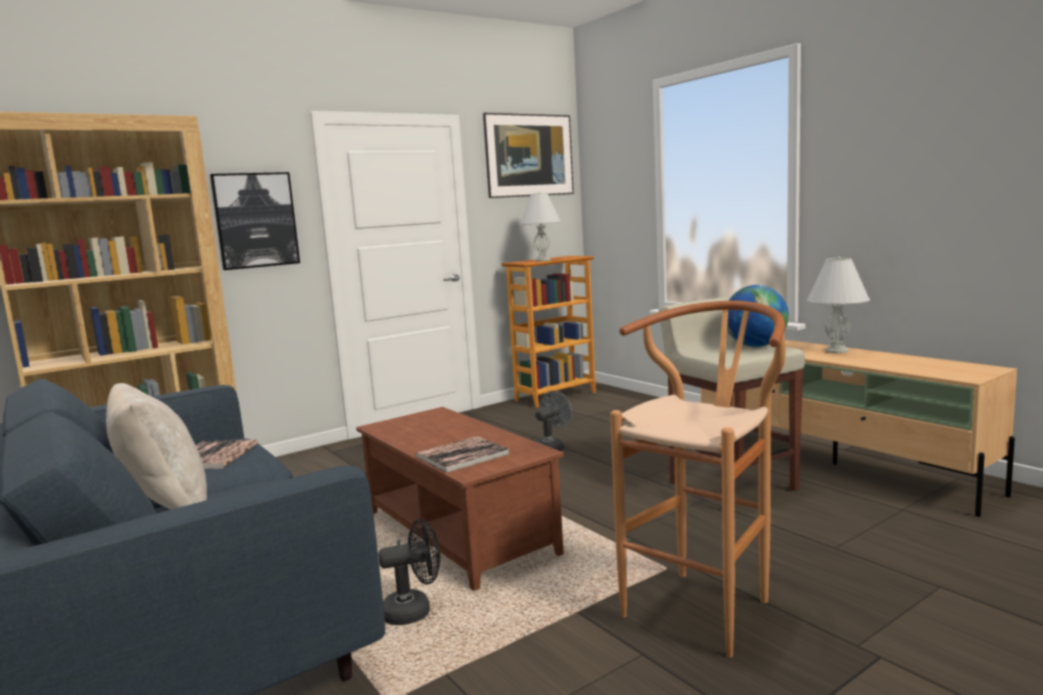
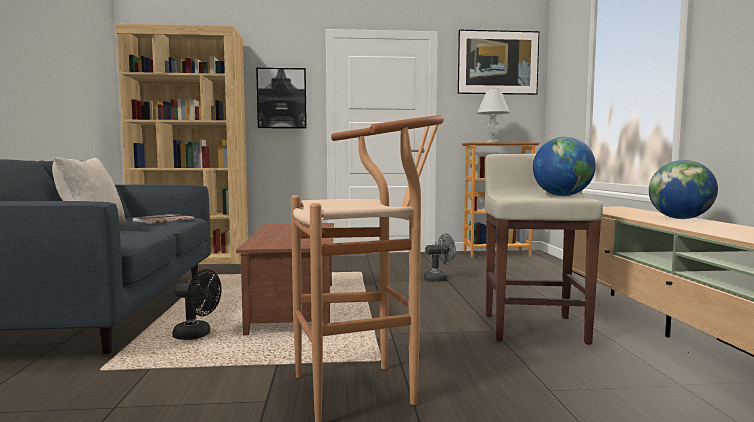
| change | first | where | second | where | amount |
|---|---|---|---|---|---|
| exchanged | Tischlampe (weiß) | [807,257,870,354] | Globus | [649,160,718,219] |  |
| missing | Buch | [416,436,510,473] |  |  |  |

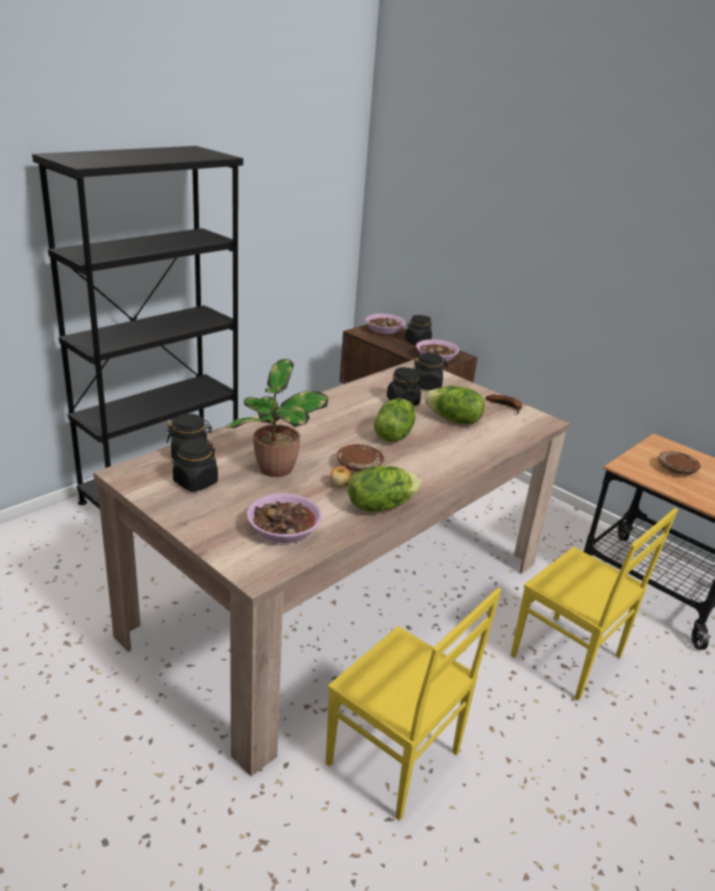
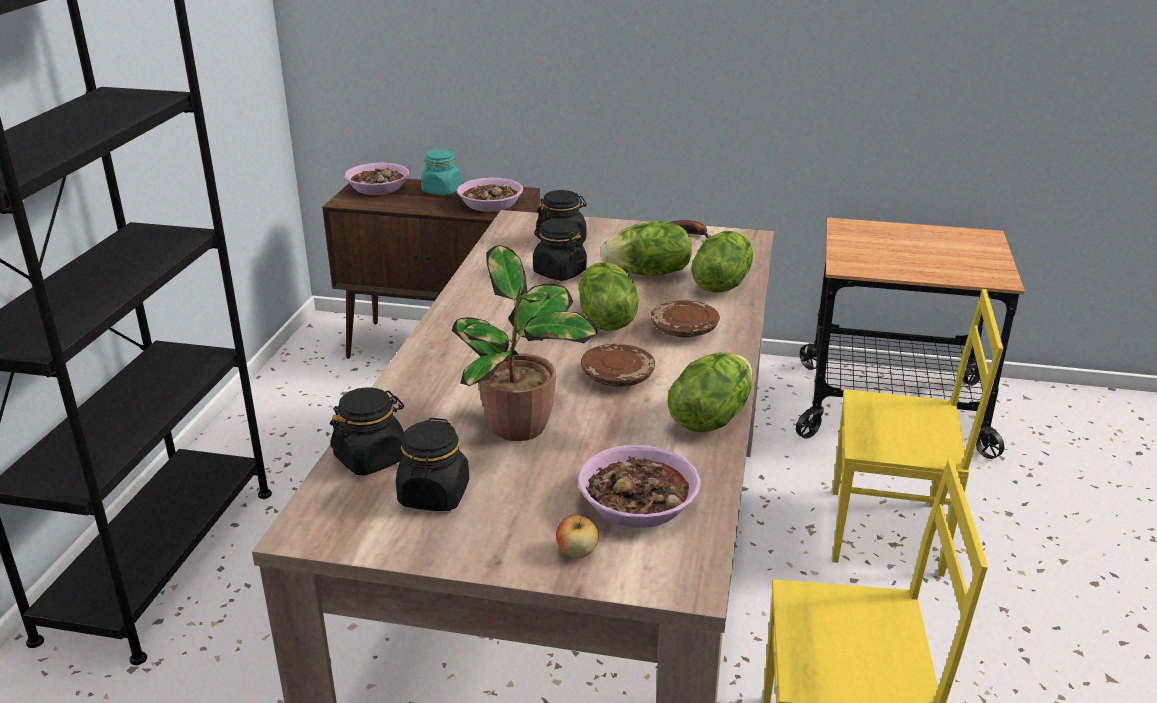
| change | first | where | second | where | amount |
|---|---|---|---|---|---|
| colour | Vorratsglas (schwarz) | [405,315,432,345] | Vorratsglas (türkis) | [421,149,462,195] |  |
| relocated | Apfel | [330,465,352,488] |  | [556,514,599,558] |  |
| relocated | Teller (braun) | [658,451,701,474] |  | [651,300,720,338] |  |
| appeared |  |  | Salatkopf | [691,231,753,293] |  |

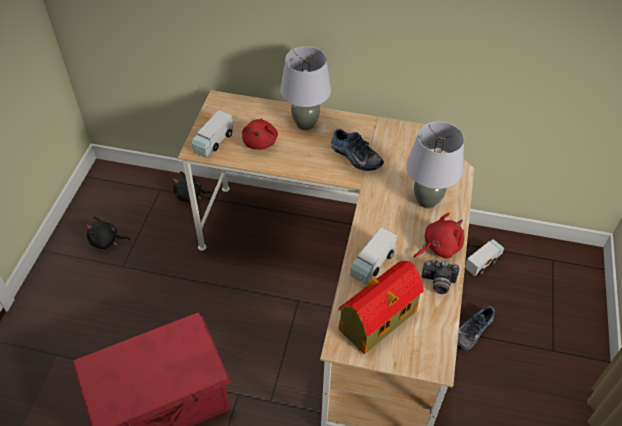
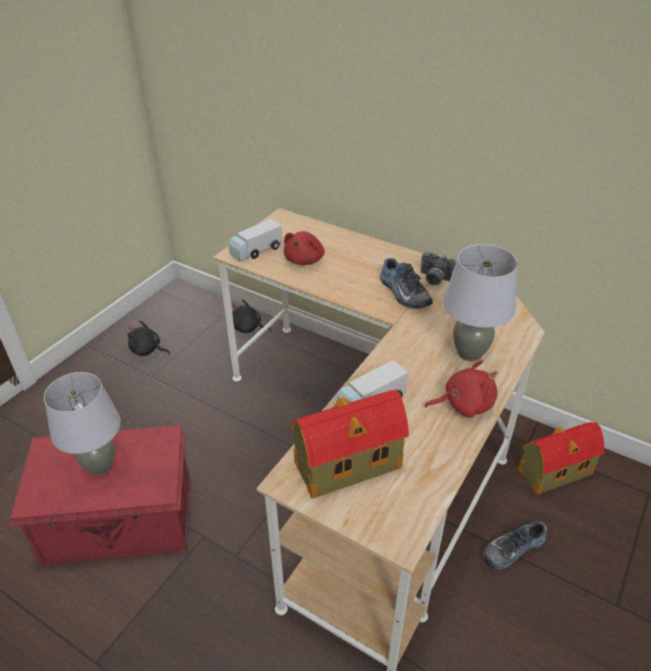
| change | first | where | second | where | amount |
|---|---|---|---|---|---|
| relocated | Tischlampe (grau) | [280,46,331,130] |  | [44,372,121,476] |  |
| relocated | Kamera | [422,260,459,294] |  | [421,252,456,285] |  |
| exchanged | Spielzeuglaster | [465,239,504,276] | Spielzeughaus | [518,422,604,495] |  |

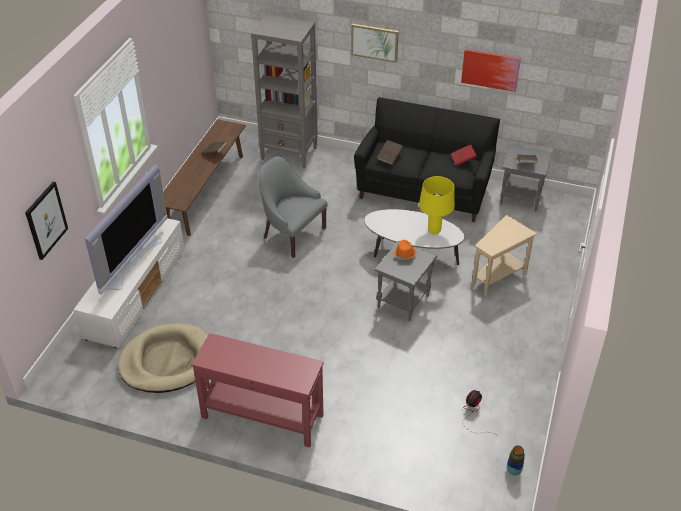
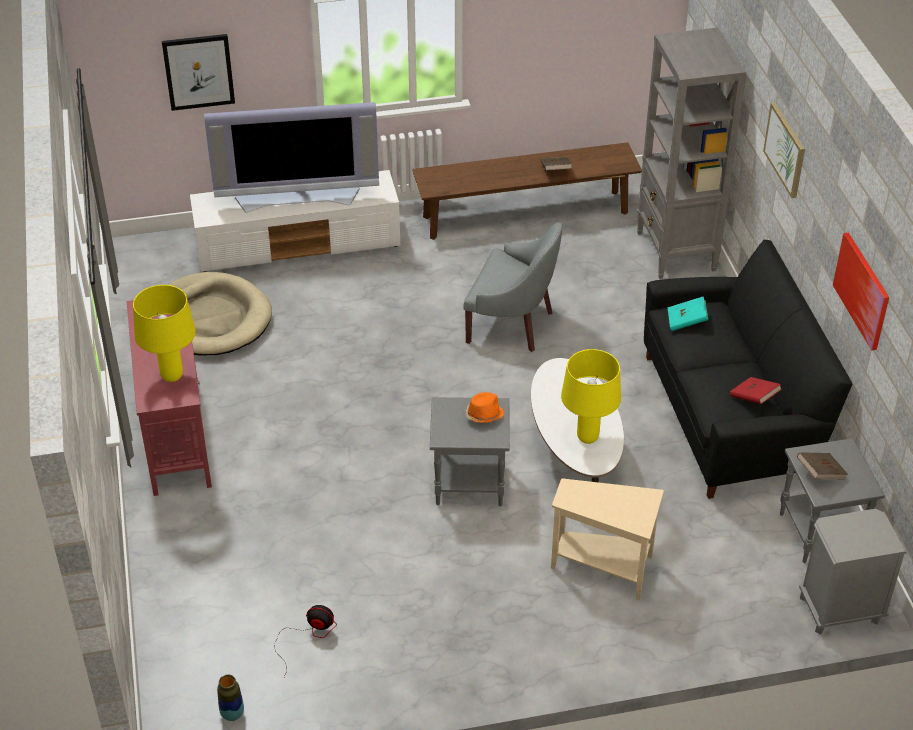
| change | first | where | second | where | amount |
|---|---|---|---|---|---|
| appeared |  |  | Tischlampe (gelb) | [133,285,196,382] |  |
| spun | Sessel (grau) | [258,156,327,258] |  | [463,222,562,352] | 105 degrees clockwise |
| colour | Buch (braun) | [377,140,403,165] | Buch (türkis) | [668,296,708,331] |  |
| appeared |  |  | Nachttisch (grau) | [799,509,907,634] |  |

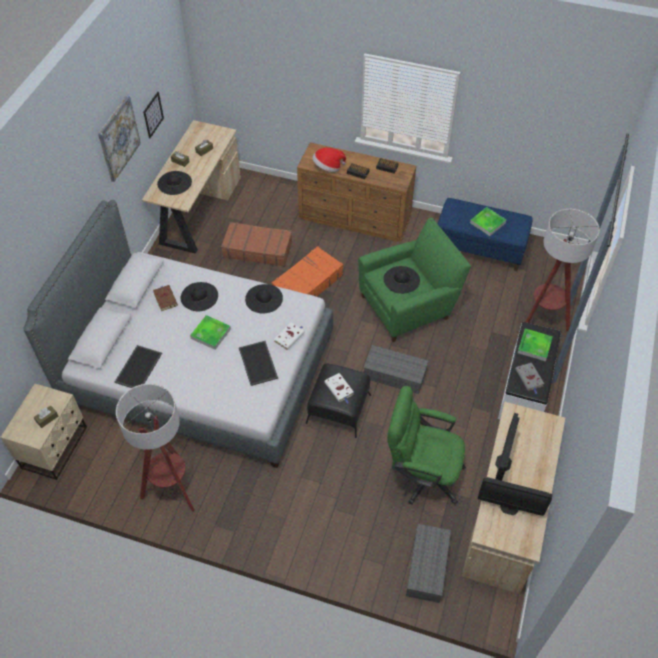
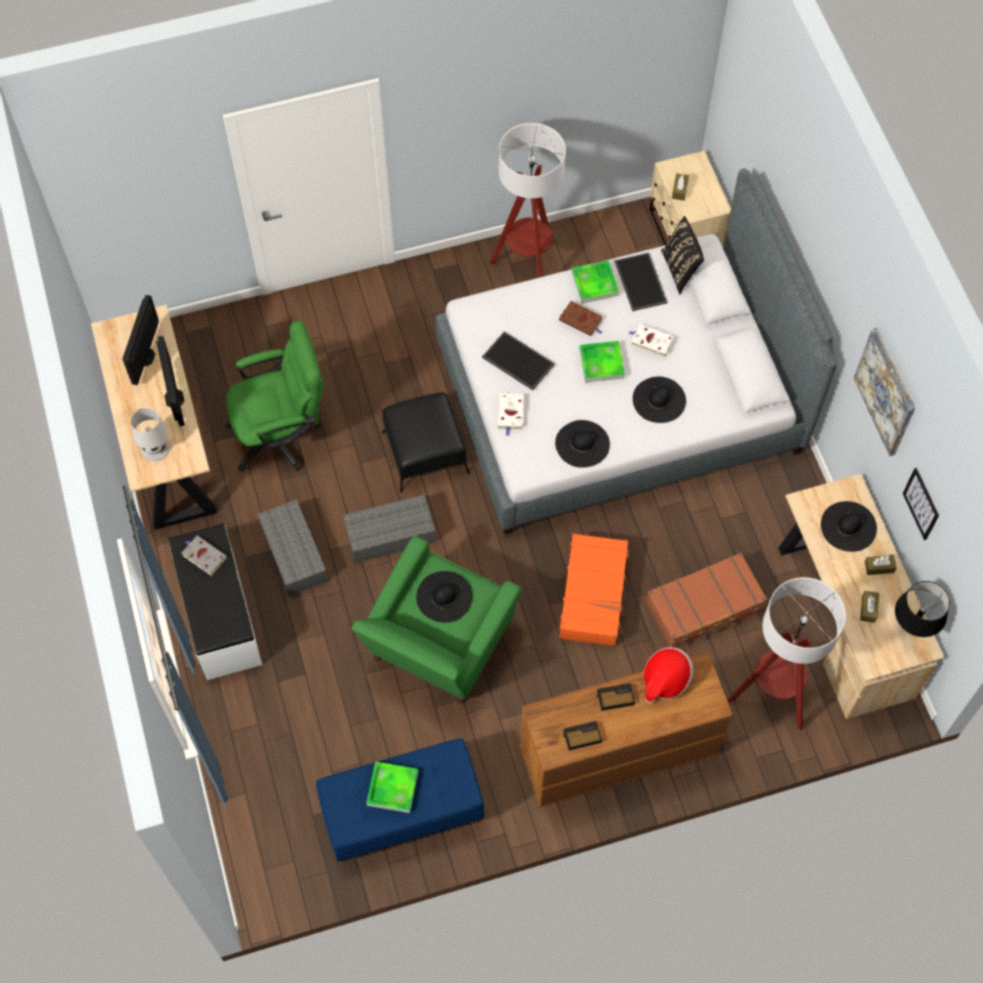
| change | first | where | second | where | amount |
|---|---|---|---|---|---|
| spun | Monitor | [478,477,552,516] |  | [122,295,159,385] | 120 degrees clockwise |
| appeared |  |  | Tischlampe (weiß) | [131,408,170,461] |  |
| relocated | Aufbewahrungsbox (grau) | [406,524,451,603] |  | [257,500,328,596] |  |
| relocated | Buch (braun) | [153,285,178,311] |  | [559,301,603,336] |  |
| relocated | Tablett | [517,328,553,361] |  | [571,260,619,304] |  |
| relocated | Buch (weiß) | [324,373,354,404] |  | [629,324,674,357] |  |
| appeared |  |  | Kissen (schwarz) | [661,216,704,294] |  |
| relocated | Stehlampe | [526,209,600,332] |  | [728,577,846,731] |  |
| appeared |  |  | Tischlampe (schwarz) | [895,581,950,637] |  |

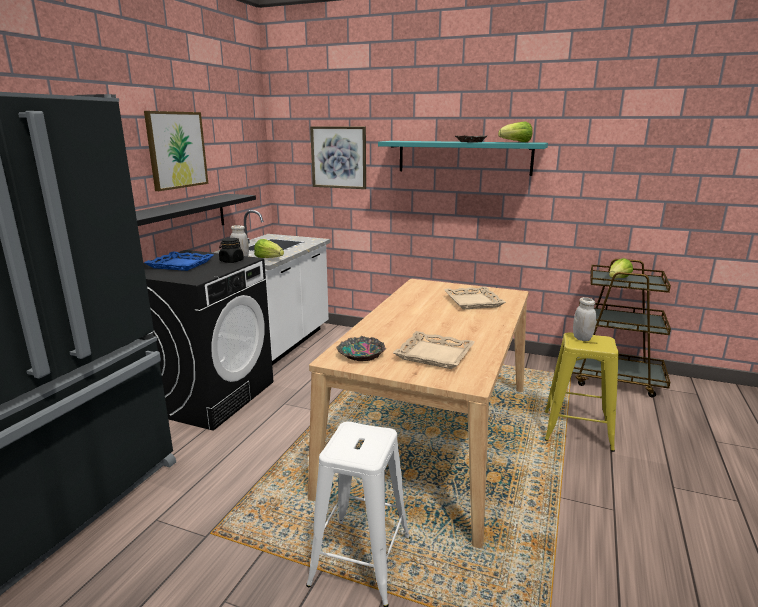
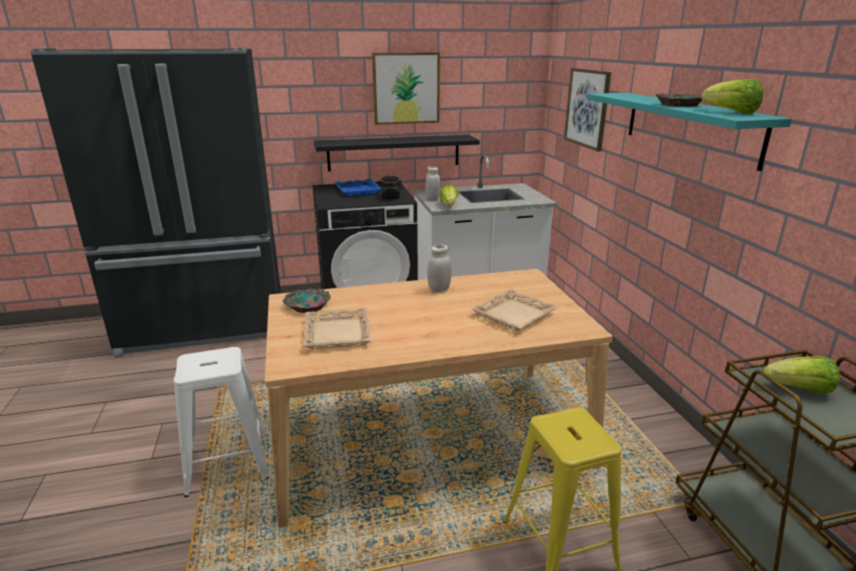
| change | first | where | second | where | amount |
|---|---|---|---|---|---|
| relocated | Vorratsglas (weiß) | [573,297,596,341] |  | [427,244,452,293] |  |

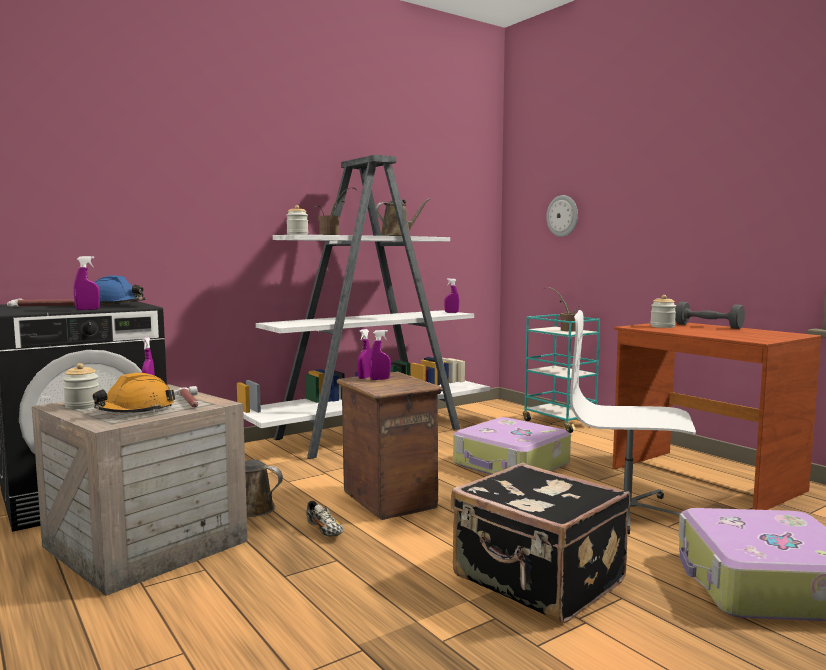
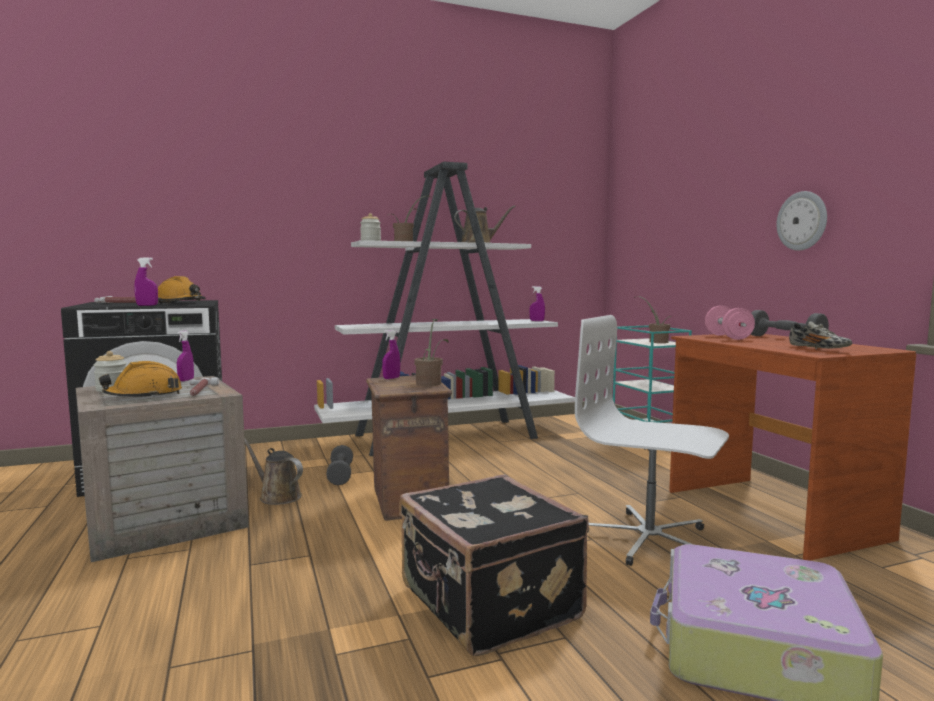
| change | first | where | second | where | amount |
|---|---|---|---|---|---|
| colour | Schutzhelm (blau) | [94,275,145,305] | Schutzhelm (orange) | [158,276,206,304] |  |
| appeared |  |  | Hantel (grau) | [326,445,353,485] |  |
| appeared |  |  | Topfpflanze | [414,319,449,386] |  |
| exchanged | Vorratsglas | [650,295,676,328] | Hantel (rosa) | [705,306,755,340] |  |
| relocated | Wanduhr | [546,195,578,237] |  | [776,191,827,251] |  |
| relocated | Schuh | [306,501,344,537] |  | [789,321,852,349] |  |
| missing | Sprühflasche (lila) | [369,330,391,380] |  |  |  |
| missing | Koffer | [453,417,571,475] |  |  |  |

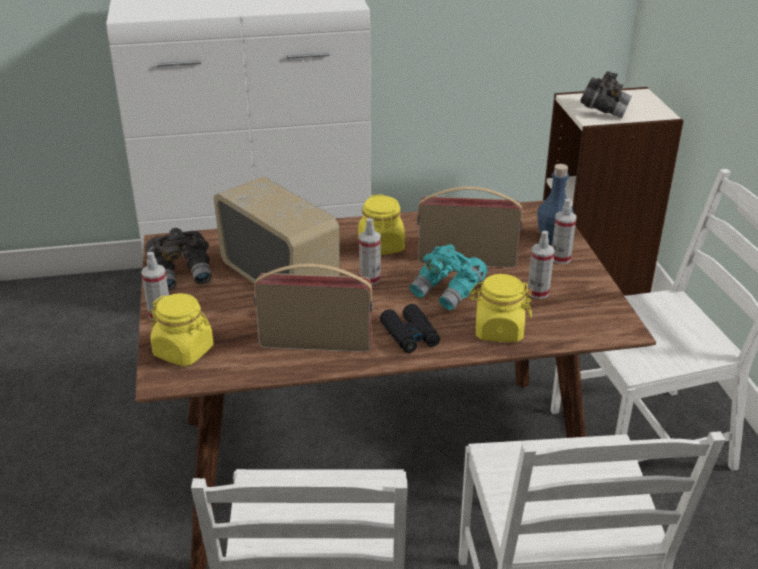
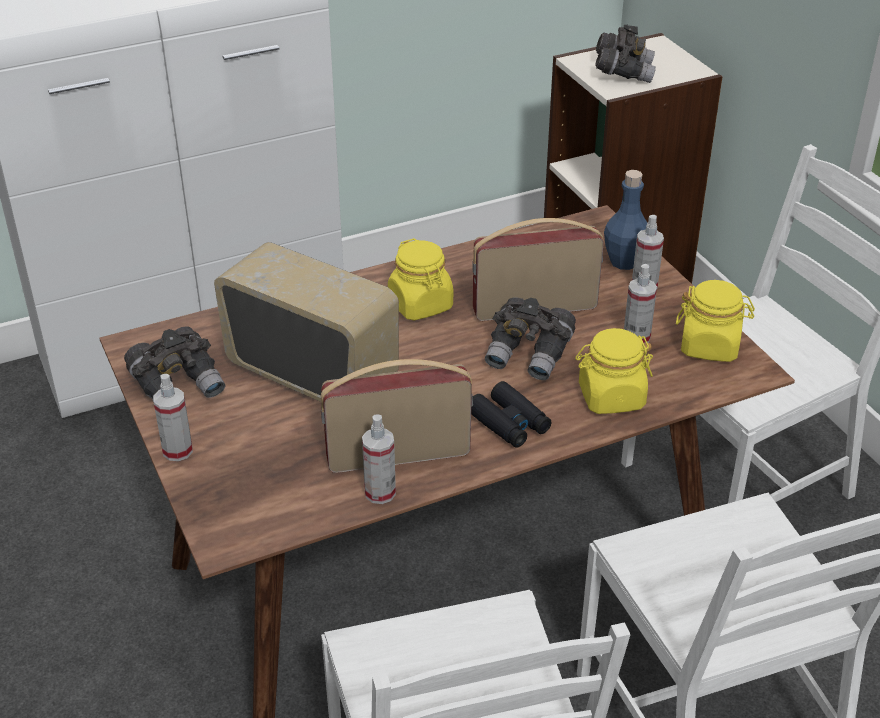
| change | first | where | second | where | amount |
|---|---|---|---|---|---|
| relocated | Sprühflasche | [359,218,381,285] |  | [362,414,396,504] |  |
| colour | Fernglas (türkis) | [409,244,488,310] | Fernglas (grau) | [485,298,576,380] |  |
| relocated | Vorratsglas (gelb) | [151,293,214,366] |  | [676,280,755,362] |  |

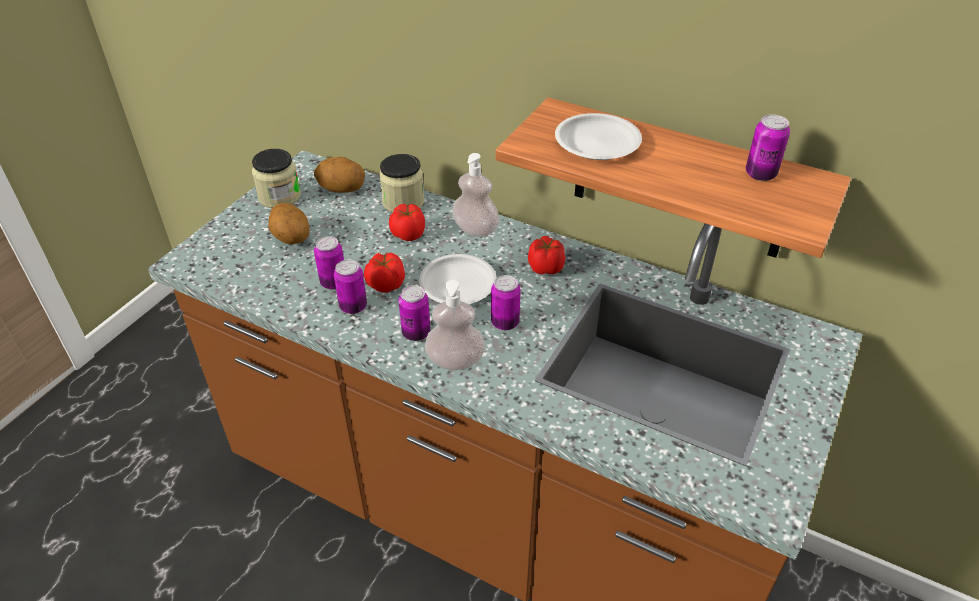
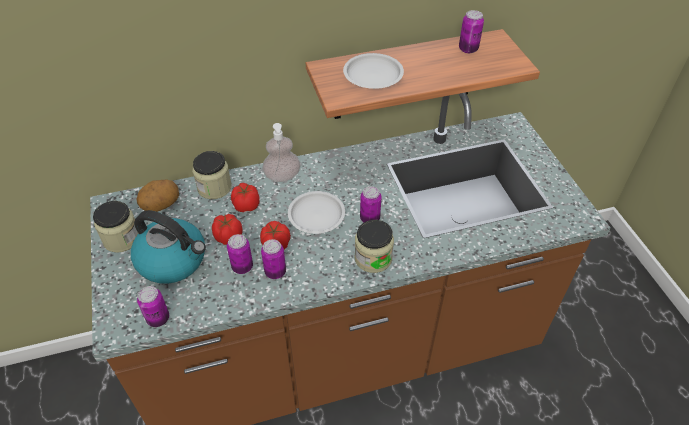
| change | first | where | second | where | amount |
|---|---|---|---|---|---|
| exchanged | Kartoffel | [268,203,310,245] | Wasserkessel | [131,210,206,284] |  |
| relocated | Dose | [398,285,430,341] |  | [137,286,169,327] |  |
| relocated | Tomate | [528,236,565,275] |  | [212,214,243,245] |  |
| exchanged | Seifenspender | [425,280,485,370] | Vorratsglas | [355,220,394,273] |  |

